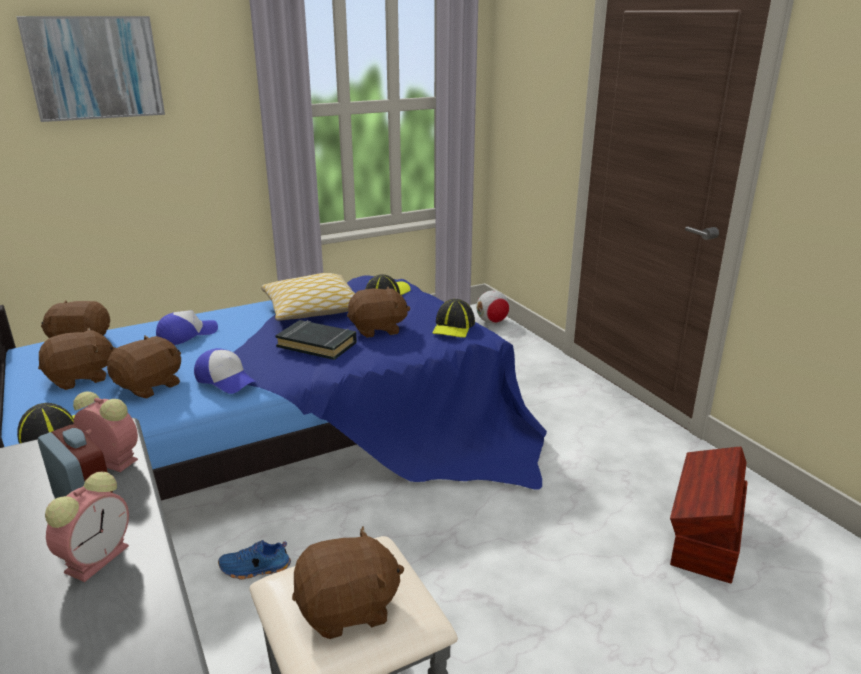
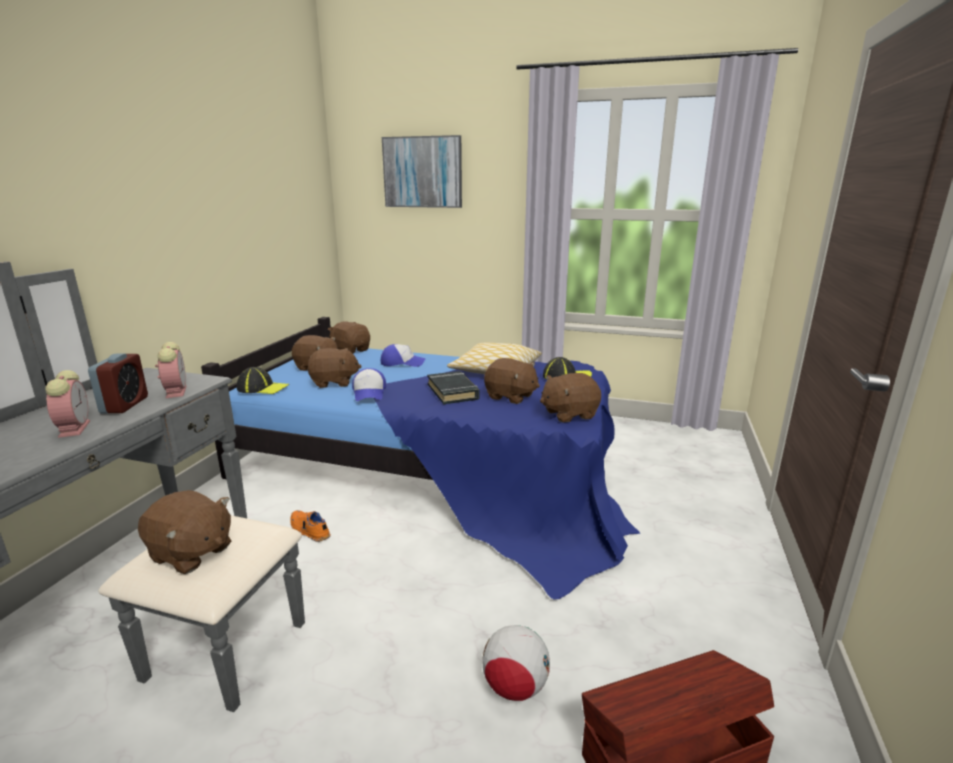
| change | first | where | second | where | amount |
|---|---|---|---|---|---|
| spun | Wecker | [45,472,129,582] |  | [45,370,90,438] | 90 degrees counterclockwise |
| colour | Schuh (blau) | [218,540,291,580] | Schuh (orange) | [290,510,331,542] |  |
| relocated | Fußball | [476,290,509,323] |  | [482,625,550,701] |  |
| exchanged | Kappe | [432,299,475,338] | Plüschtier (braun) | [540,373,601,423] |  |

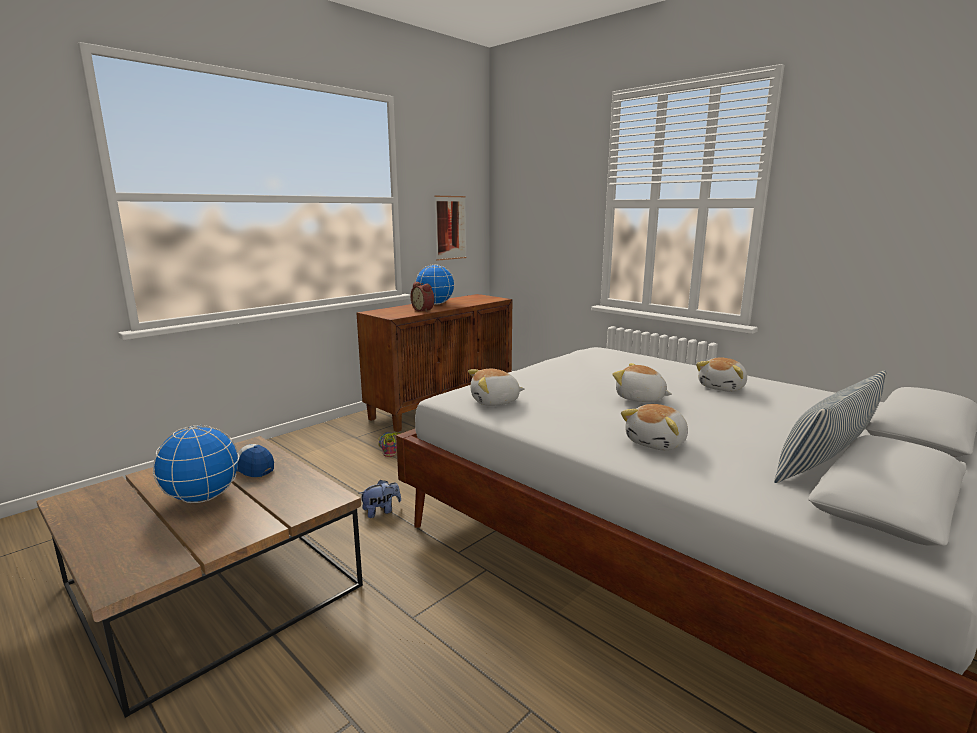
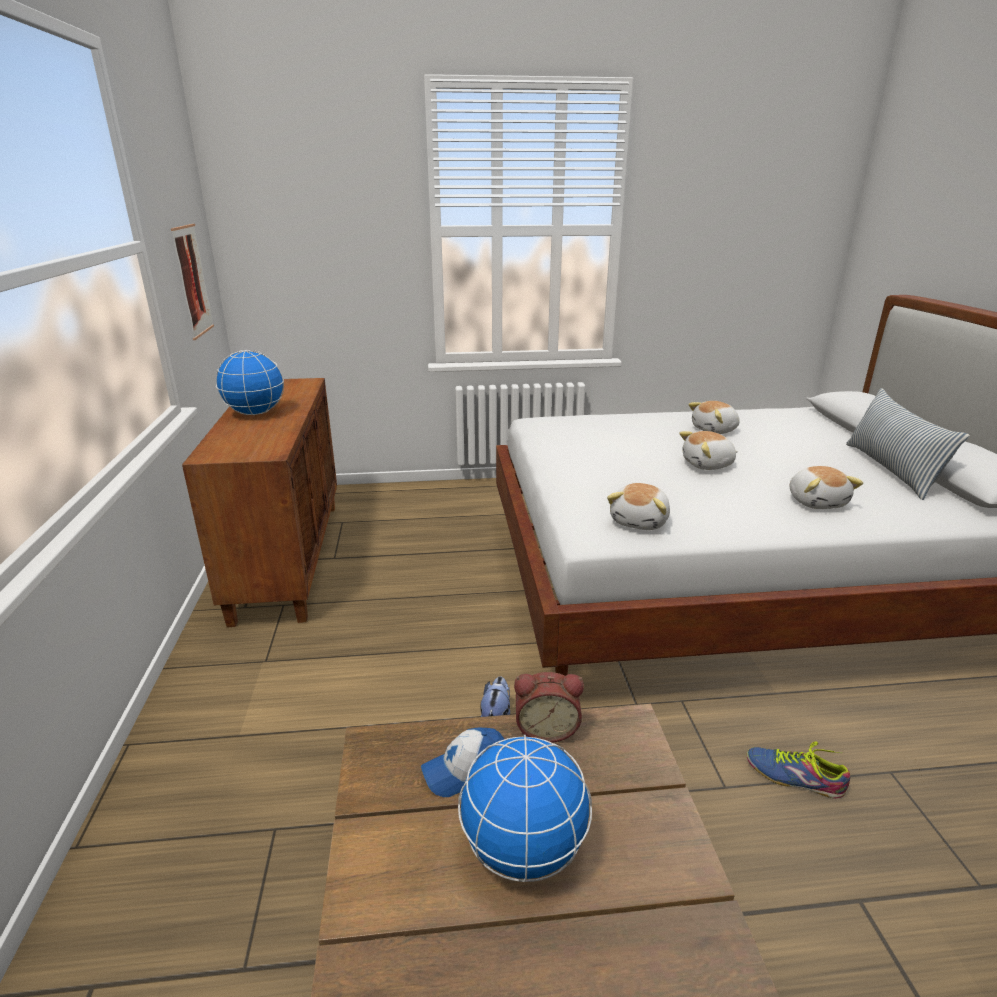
| change | first | where | second | where | amount |
|---|---|---|---|---|---|
| relocated | Wecker | [411,282,434,312] |  | [514,672,584,743] |  |
| spun | Plüschtier | [696,357,747,391] |  | [688,401,740,434] | 75 degrees clockwise |
| relocated | Schuh | [378,432,400,457] |  | [747,742,850,798] |  |

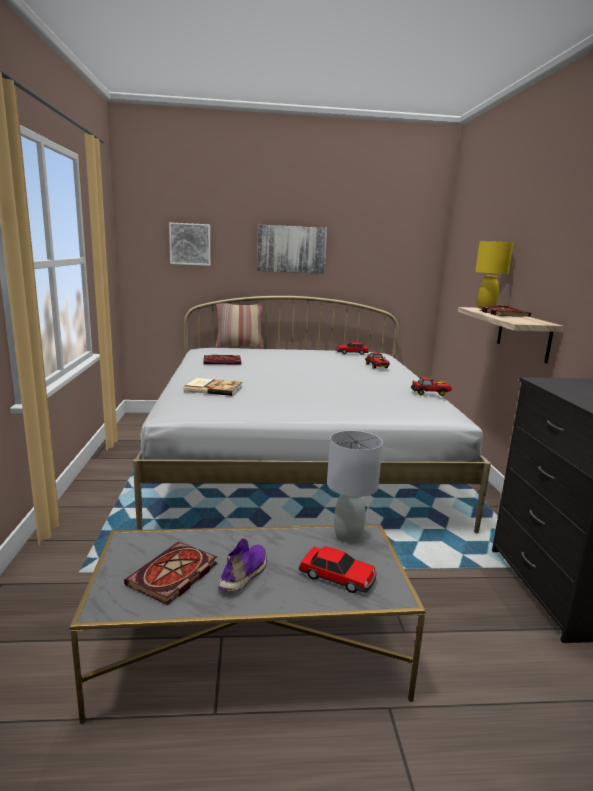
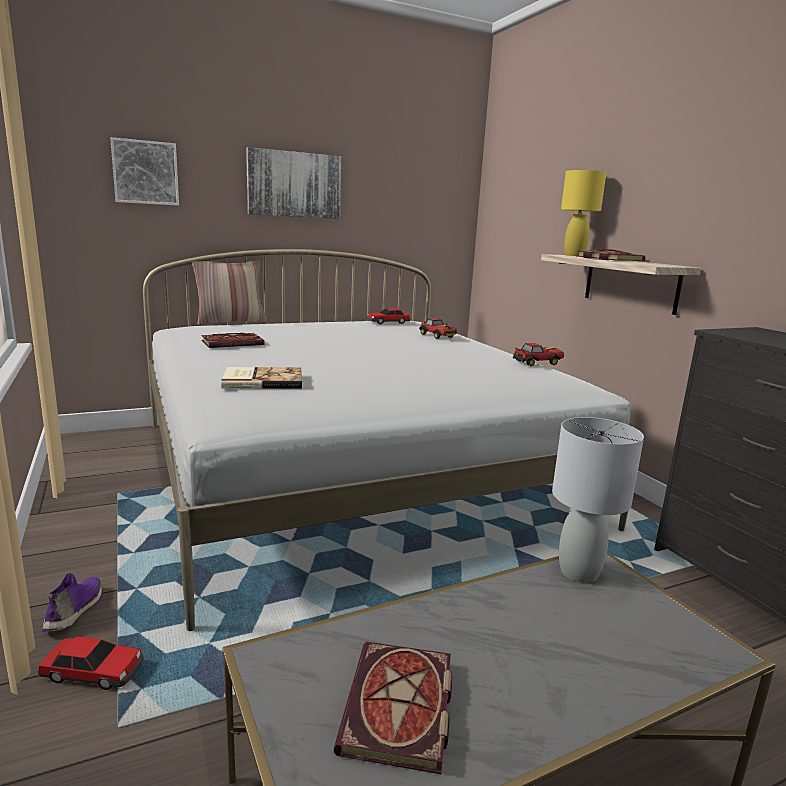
| change | first | where | second | where | amount |
|---|---|---|---|---|---|
| relocated | Spielzeugauto | [299,546,377,593] |  | [38,636,144,690] |  |
| relocated | Schuh (lila) | [218,538,267,591] |  | [42,573,103,632] |  |

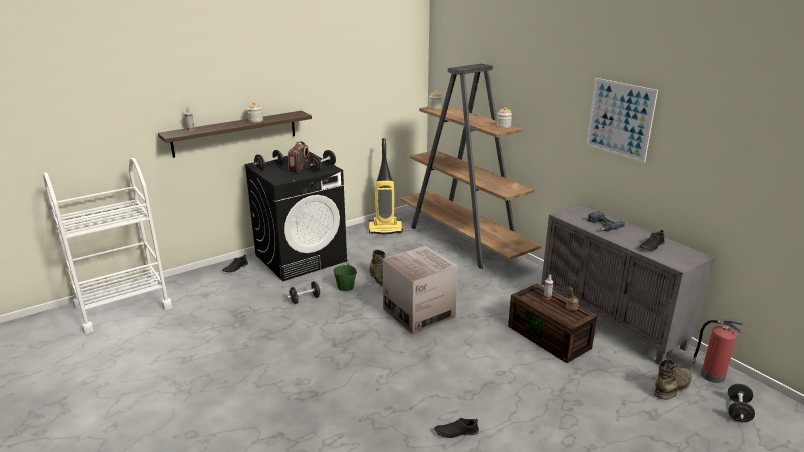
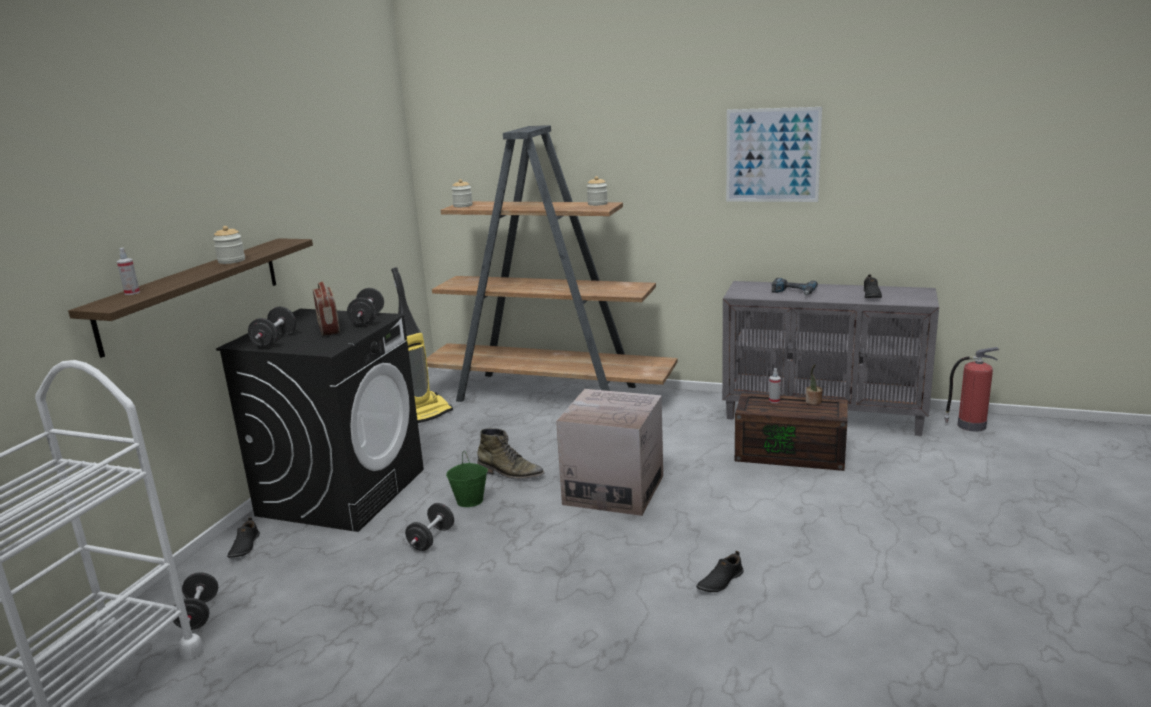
| change | first | where | second | where | amount |
|---|---|---|---|---|---|
| relocated | Hantel (schwarz) | [728,384,755,422] |  | [173,572,218,630] |  |
| relocated | Schuh (schwarz) | [434,418,479,438] |  | [696,551,744,592] |  |
| missing | Stiefel (grün) | [654,358,692,400] |  |  |  |

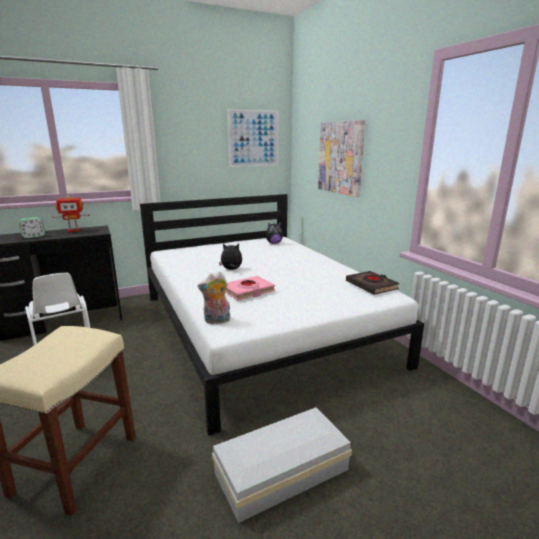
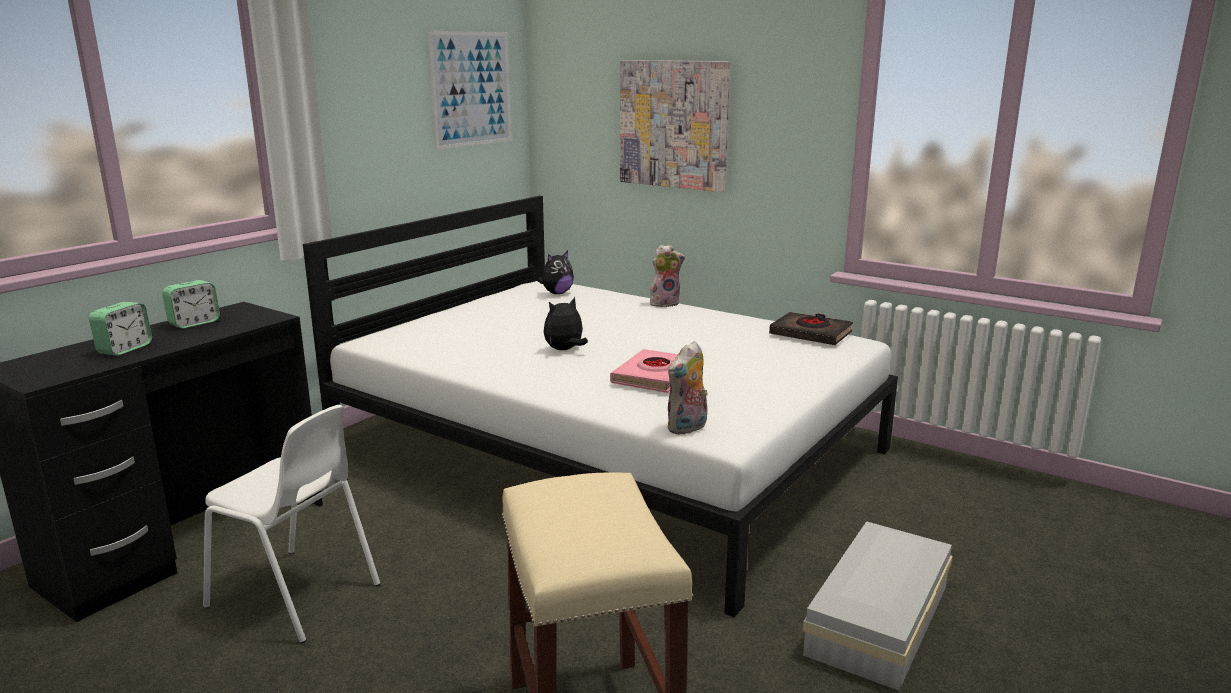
| change | first | where | second | where | amount |
|---|---|---|---|---|---|
| exchanged | Spielzeugroboter | [52,195,90,232] | Wecker | [162,280,220,329] |  |
| appeared |  |  | Plüschtier | [650,244,685,307] |  |

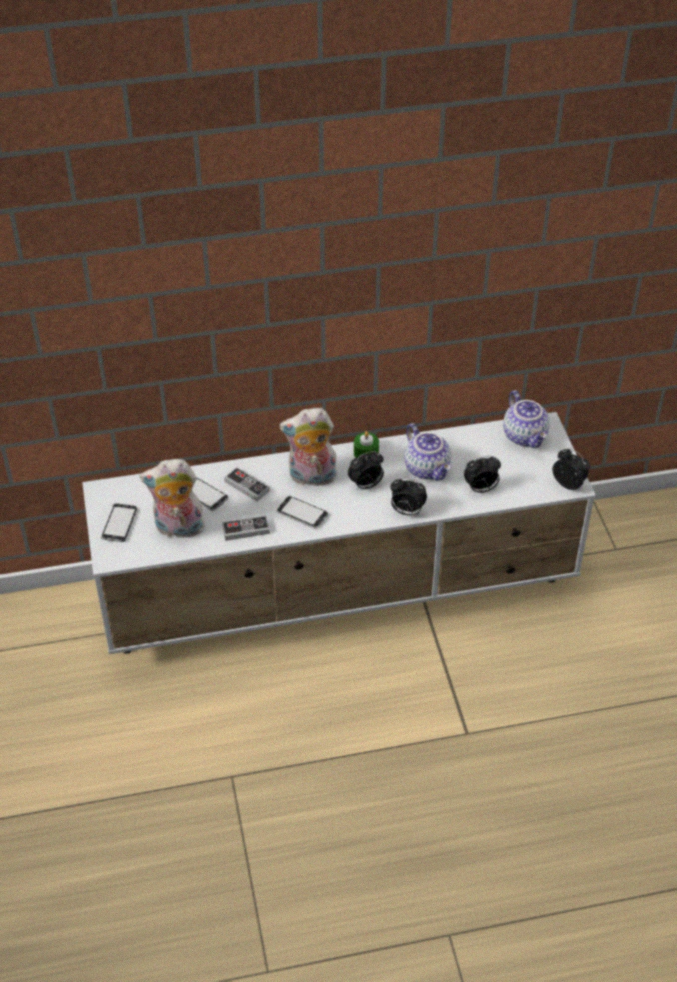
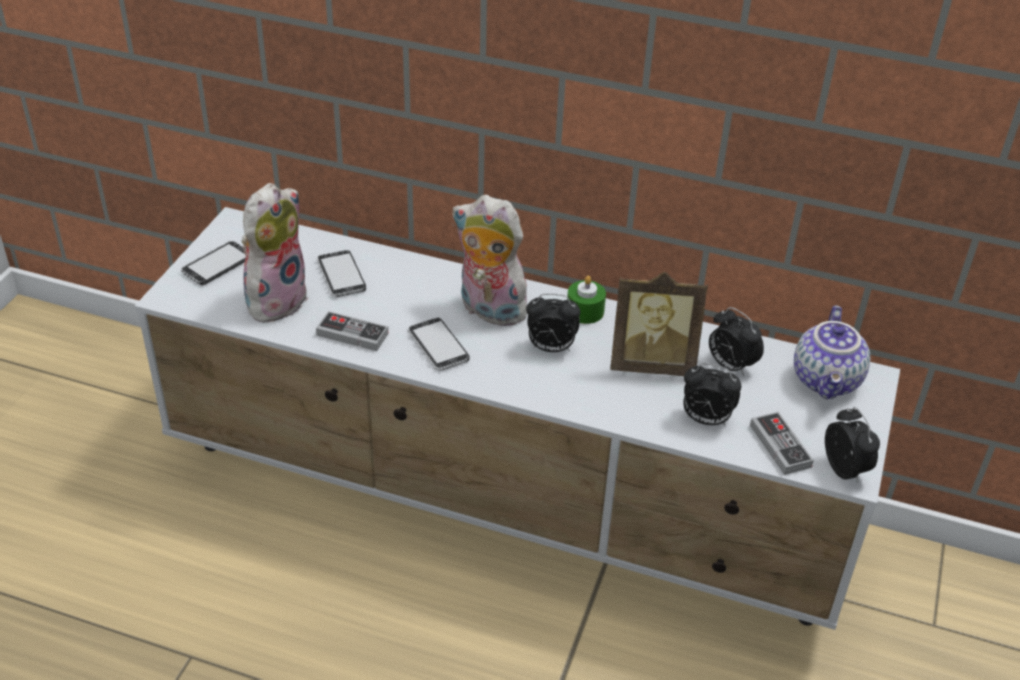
| change | first | where | second | where | amount |
|---|---|---|---|---|---|
| spun | Plüschtier | [140,459,205,538] |  | [241,183,309,326] | 90 degrees clockwise |
| exchanged | Teekanne | [404,423,451,481] | Bilderrahmen | [611,272,708,376] |  |
| relocated | Wecker | [390,478,427,516] |  | [709,307,764,377] |  |
| relocated | Gamepad | [224,467,270,502] |  | [750,412,814,475] |  |

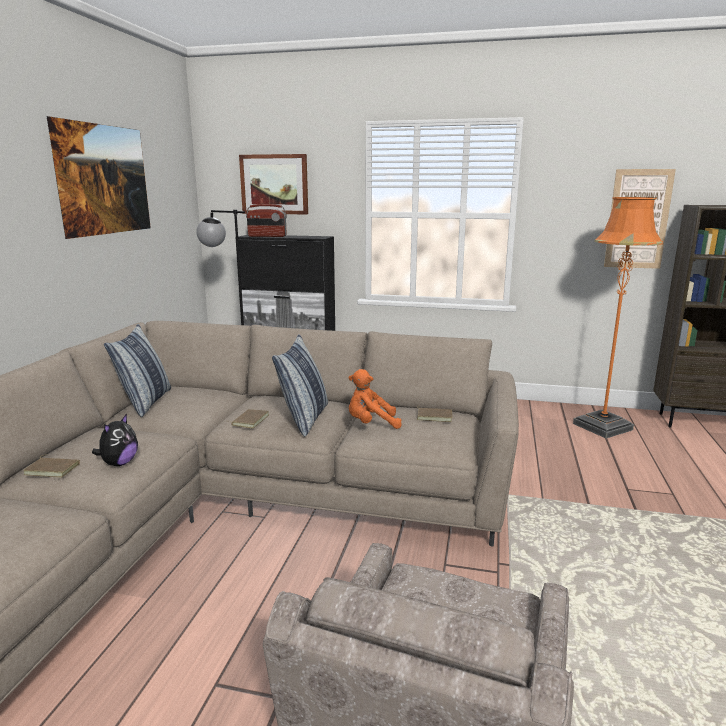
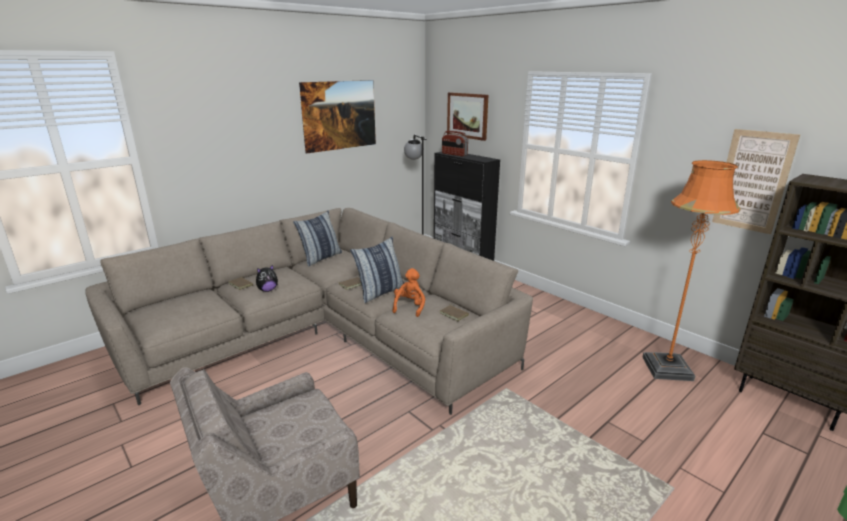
| change | first | where | second | where | amount |
|---|---|---|---|---|---|
| spun | Plüschtier (orange) | [349,369,402,429] |  | [392,268,425,317] | 75 degrees clockwise |

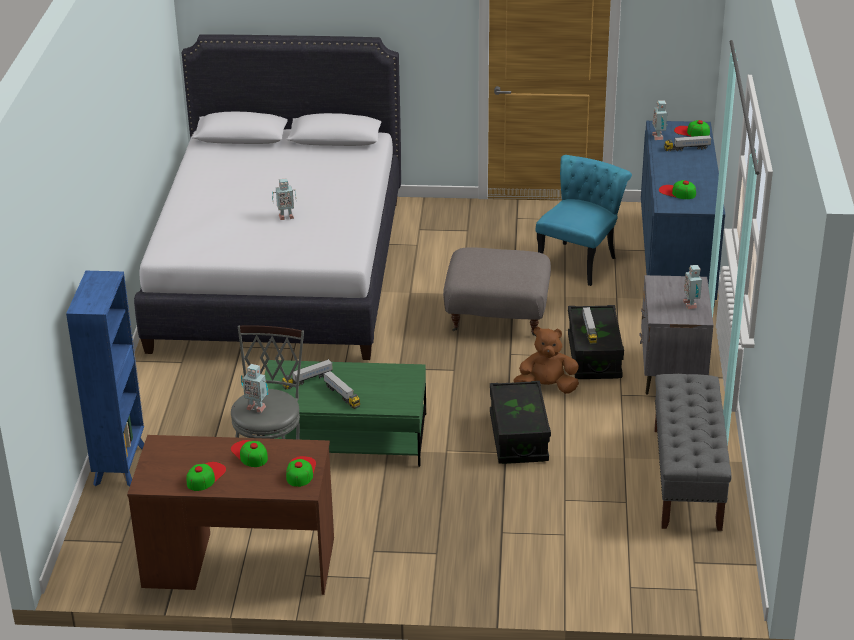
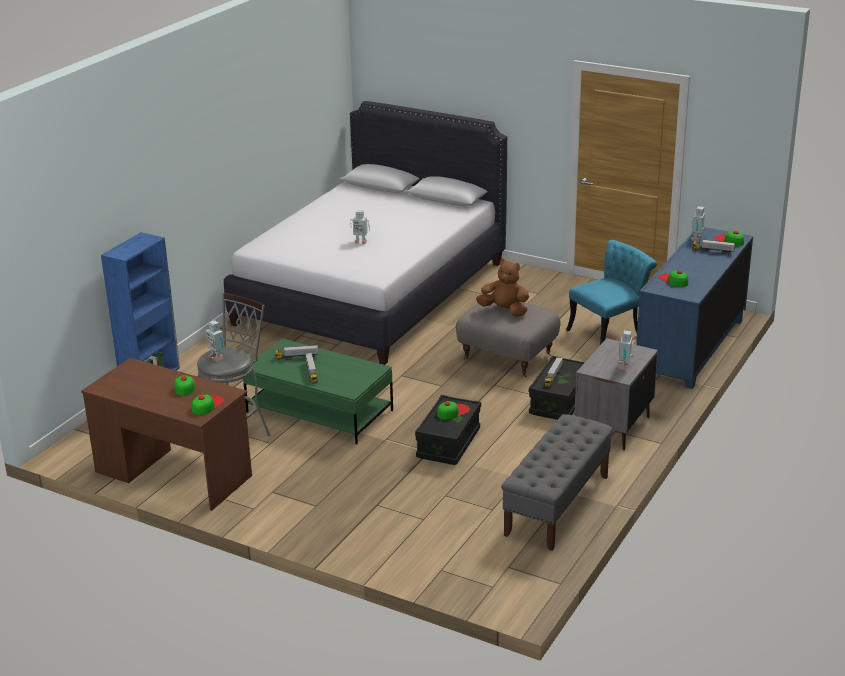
| change | first | where | second | where | amount |
|---|---|---|---|---|---|
| relocated | Kappe | [186,462,226,491] |  | [437,401,470,420] |  |
| relocated | Plüschtier (braun) | [514,327,579,394] |  | [476,259,529,317] |  |

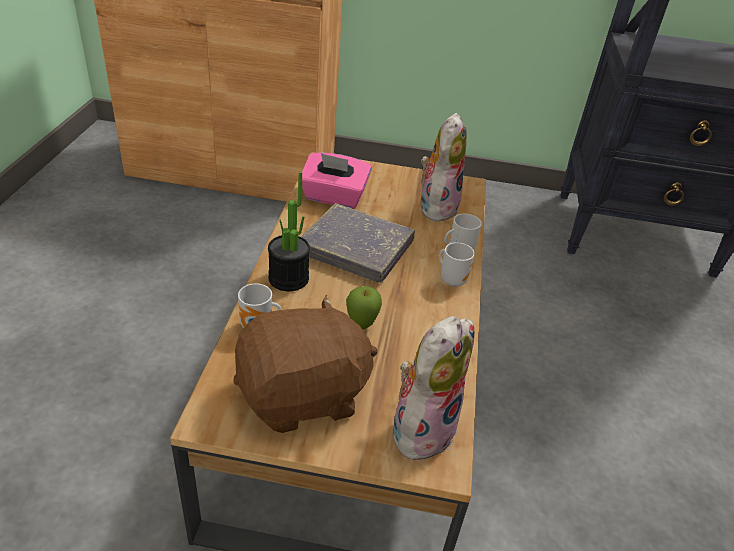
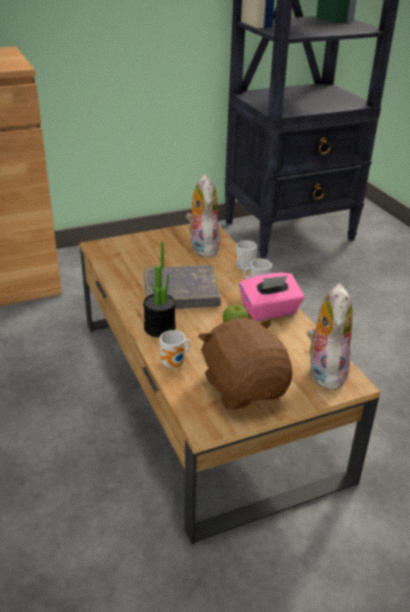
| change | first | where | second | where | amount |
|---|---|---|---|---|---|
| spun | Plüschtier (braun) | [233,295,378,433] |  | [198,318,292,409] | 60 degrees counterclockwise |
| relocated | Taschentuchbox (rosa) | [302,152,372,208] |  | [239,272,304,321] |  |

